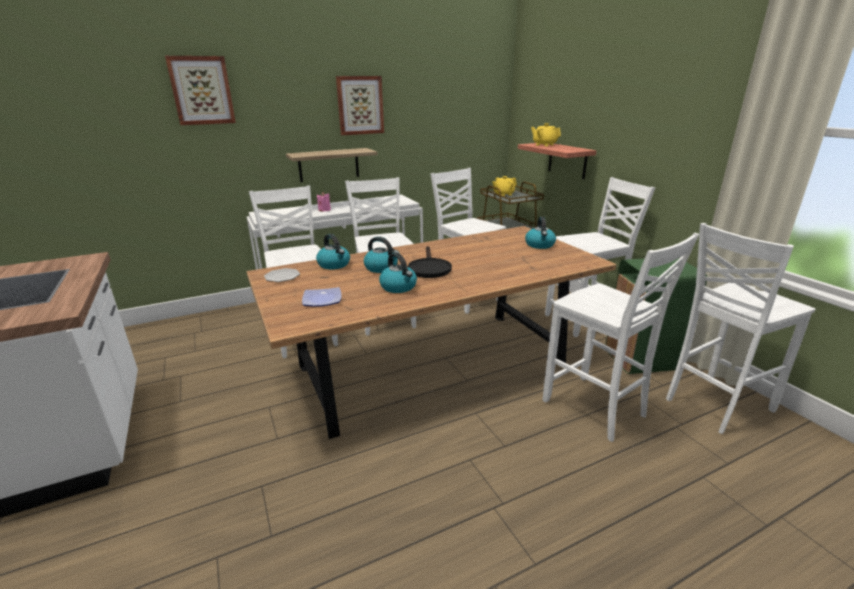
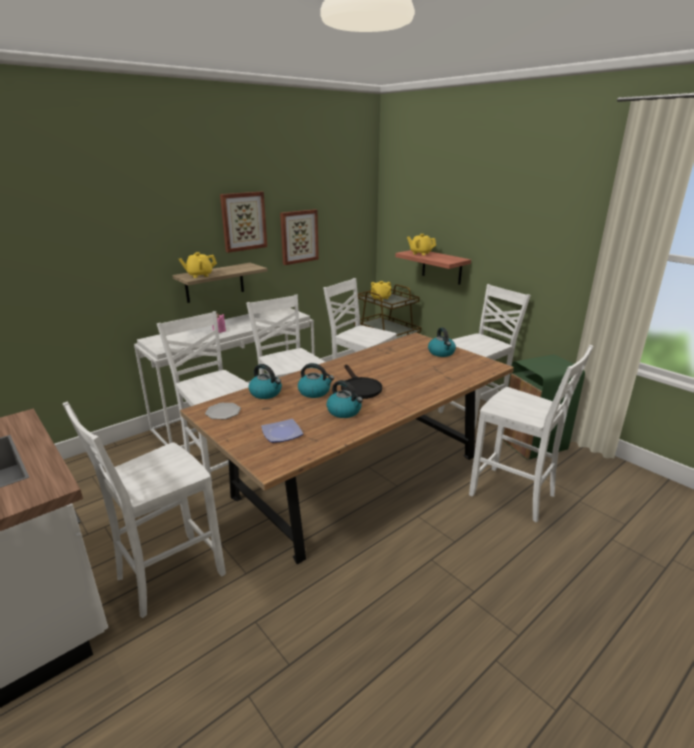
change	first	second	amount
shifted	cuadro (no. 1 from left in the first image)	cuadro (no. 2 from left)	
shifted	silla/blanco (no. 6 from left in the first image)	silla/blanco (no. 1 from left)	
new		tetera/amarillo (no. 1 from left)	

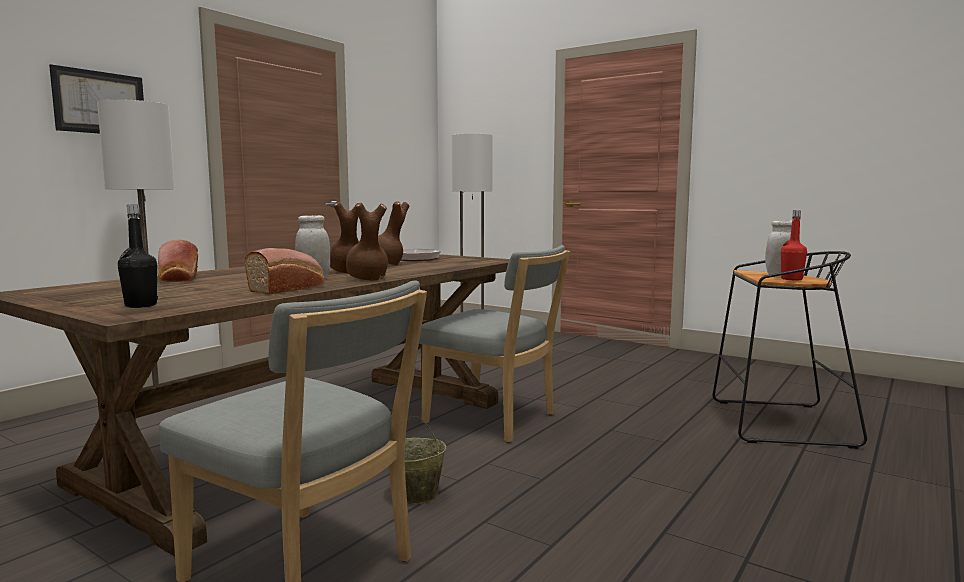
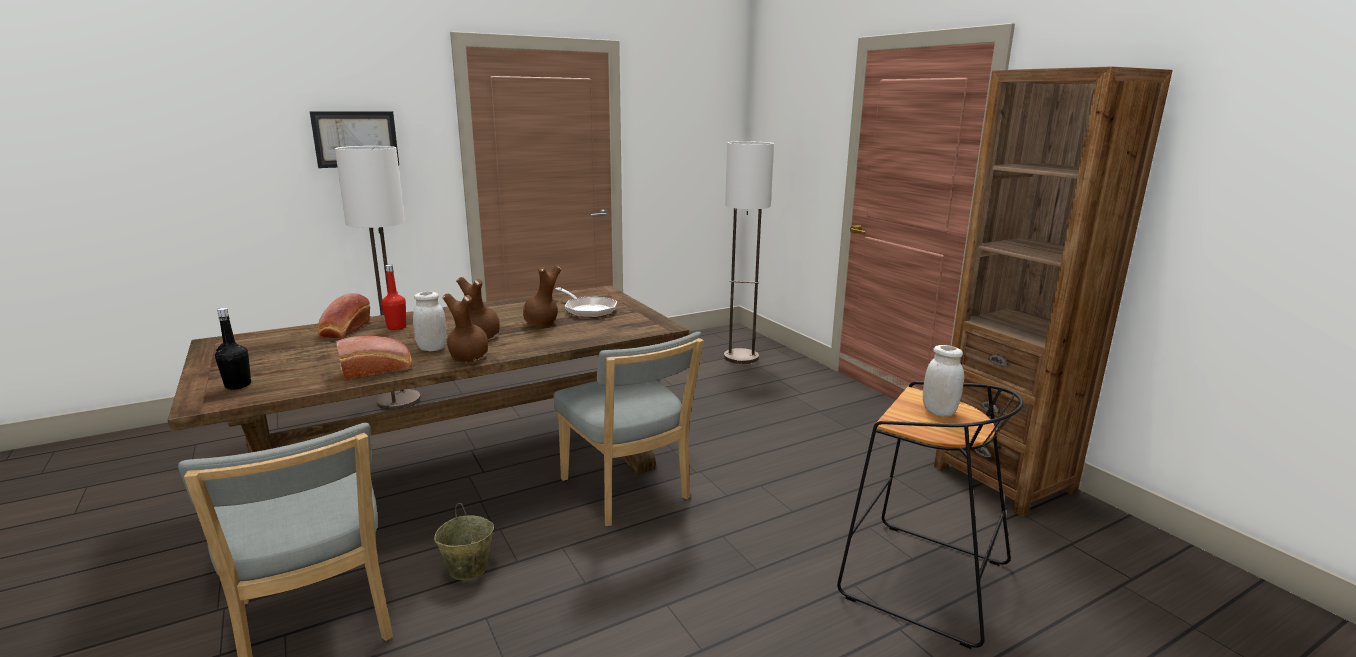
change	first	second	amount
shifted	botella/rojo		
new		estantería/marrón	

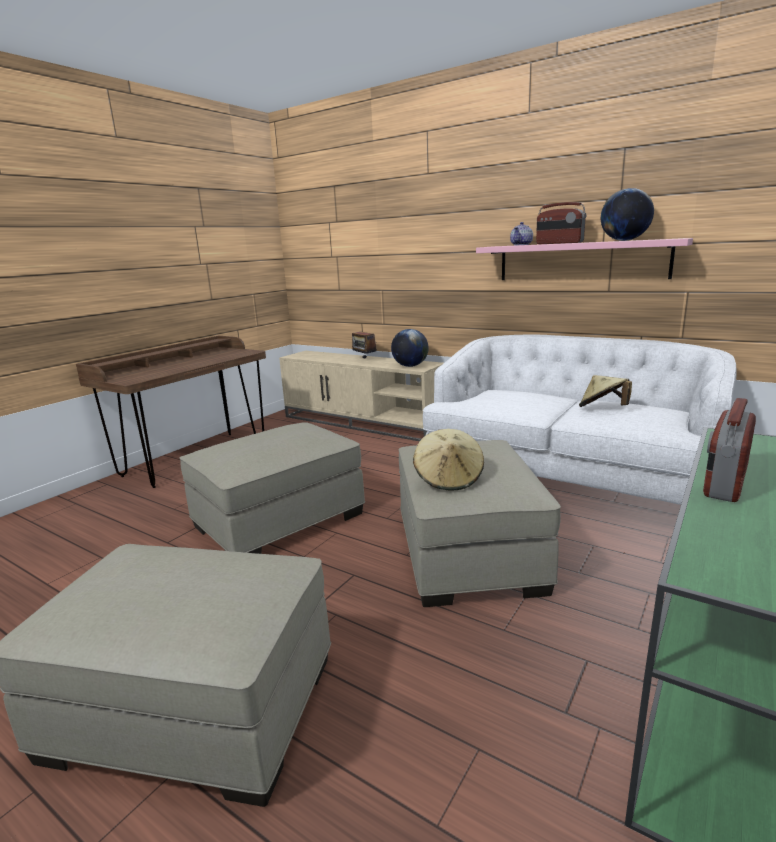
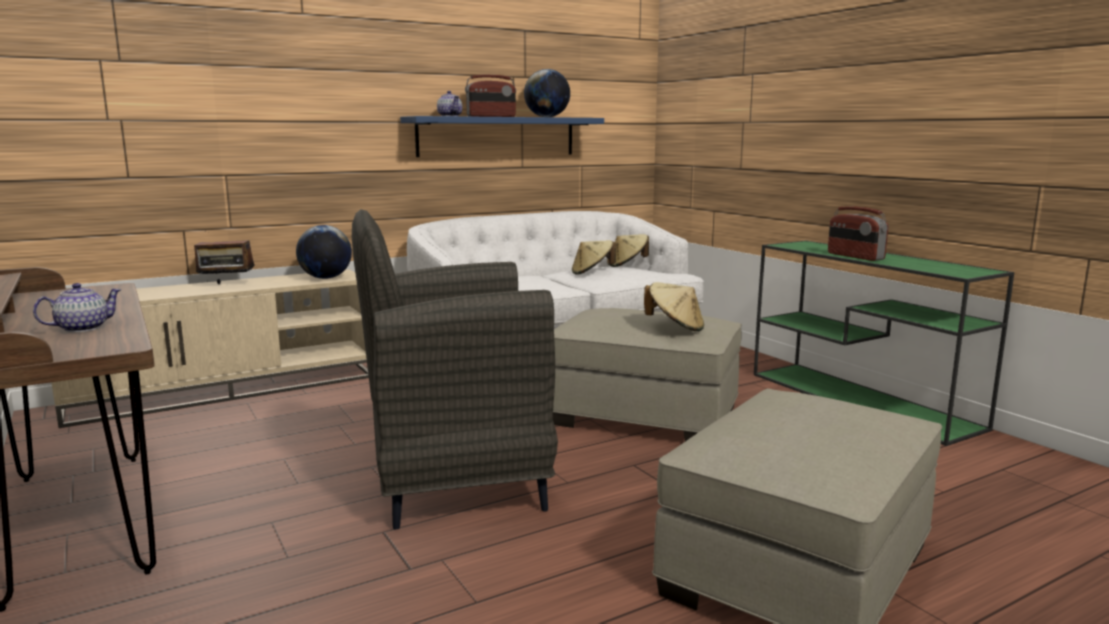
change	first	second	amount
repainted	estante/rosa	estante/azul	
swapped	puf/beis (no. 2 from left)	sillón/gris	
new		sombrero/beis (no. 2 from left)	
new		tetera (no. 1 from left)	

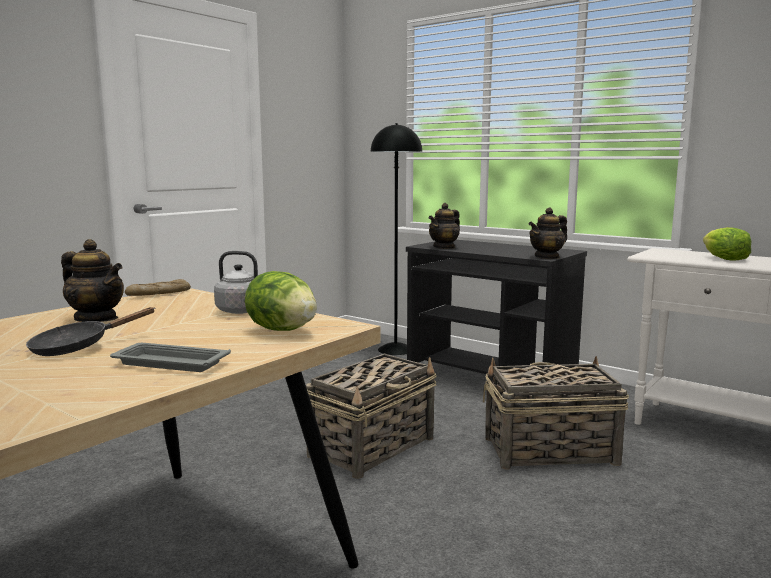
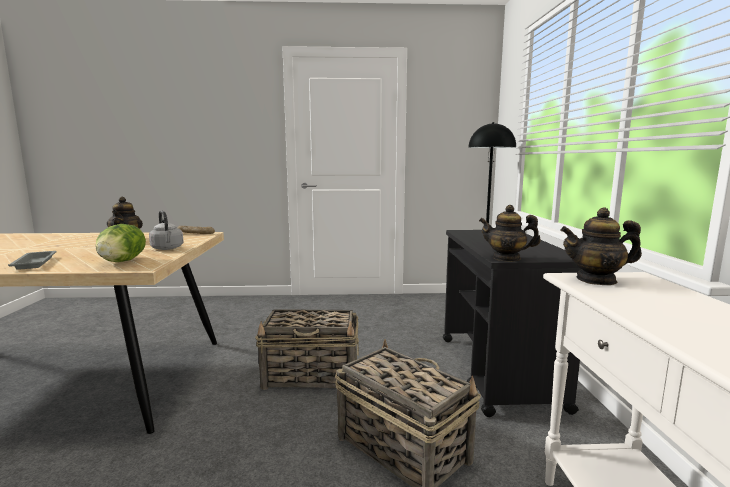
change	first	second	amount
shifted	tetera (no. 2 from left in the first image)	tetera (no. 3 from left)	
gone	lechuga (no. 2 from left)		
gone	sartén/negro		

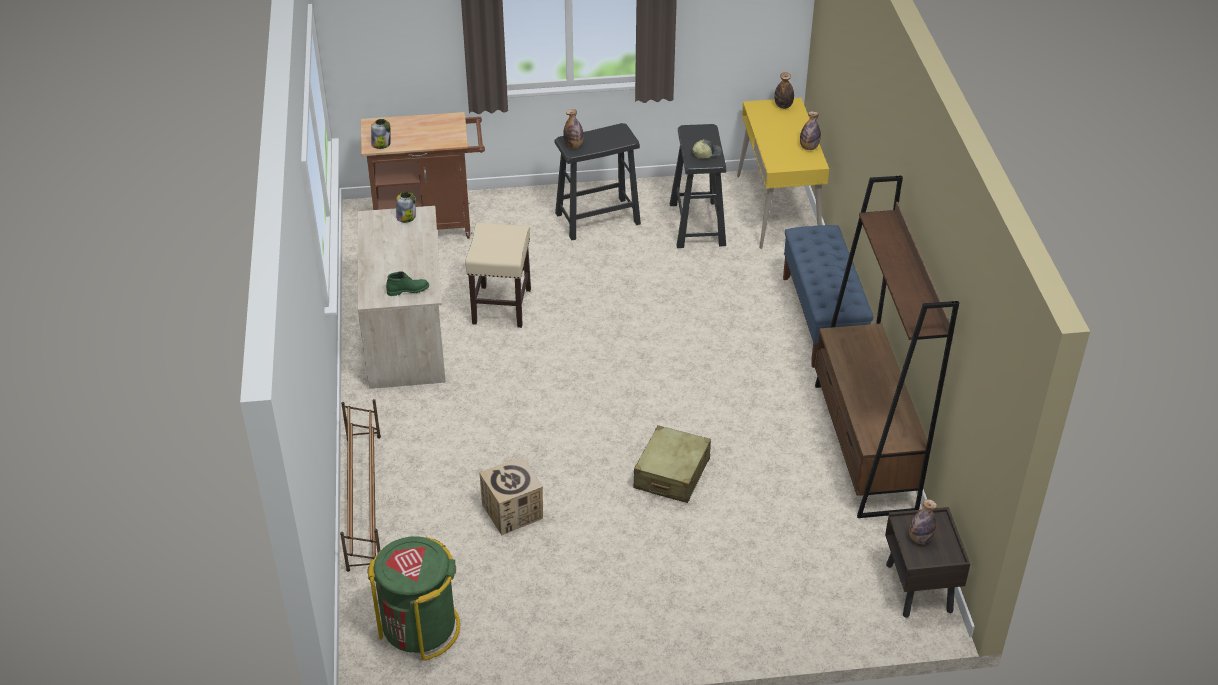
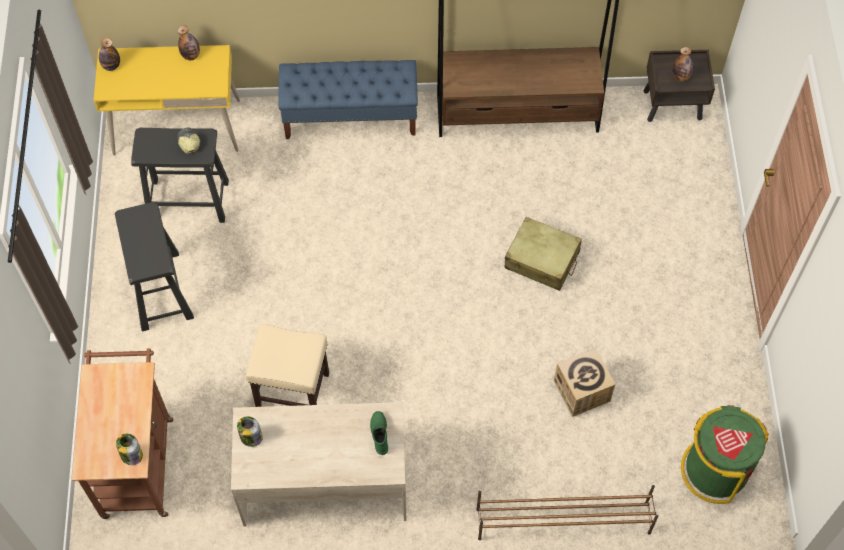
change	first	second	amount
gone	botella (no. 1 from left)		

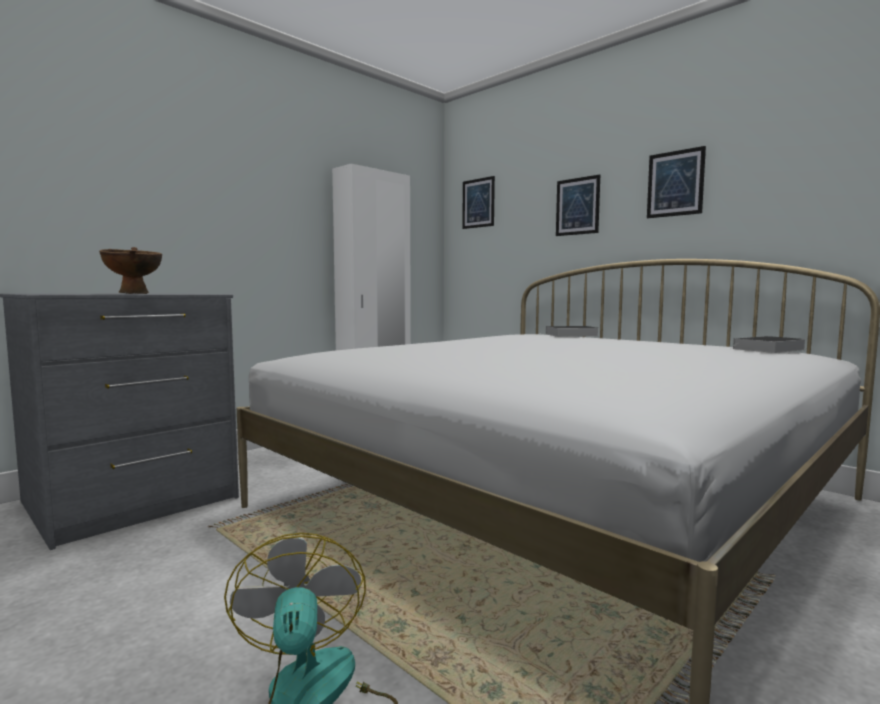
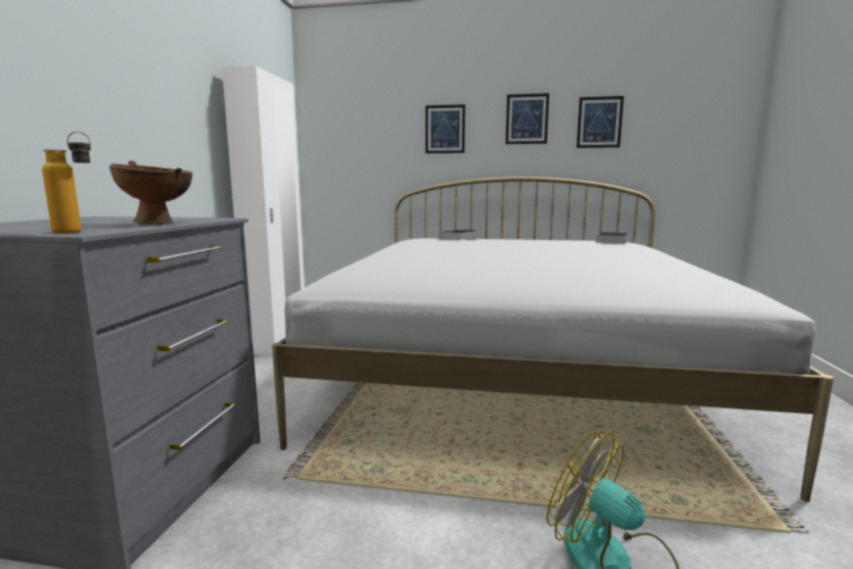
change	first	second	amount
shifted	cuadro (no. 1 from left in the first image)	cuadro (no. 3 from left)	
new		botella	

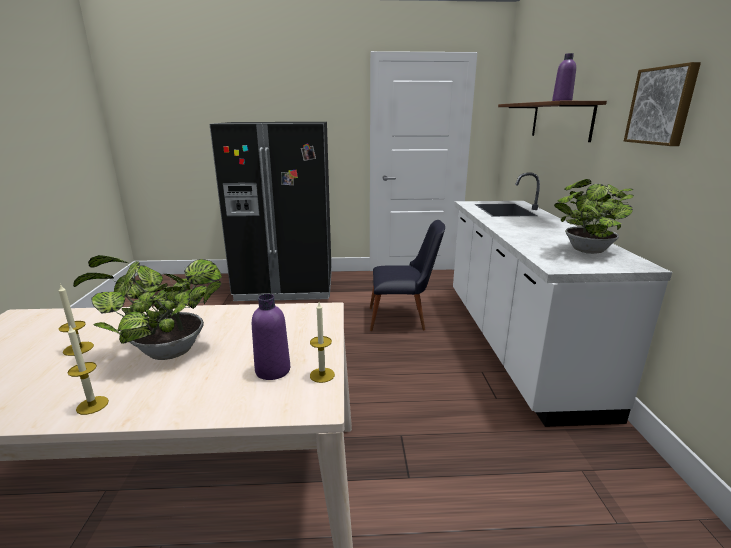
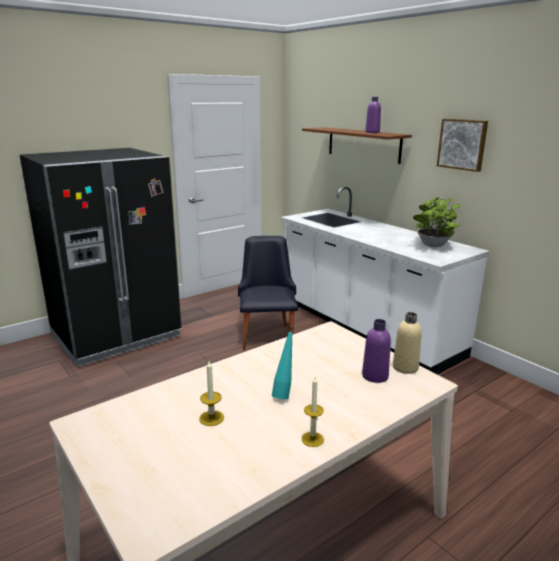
change	first	second	amount
rotated	silla/negro		60 degrees counterclockwise
swapped	planta en maceta (no. 1 from left)	botella/turquesa	
swapped	vela (no. 3 from left)	botella/beis	

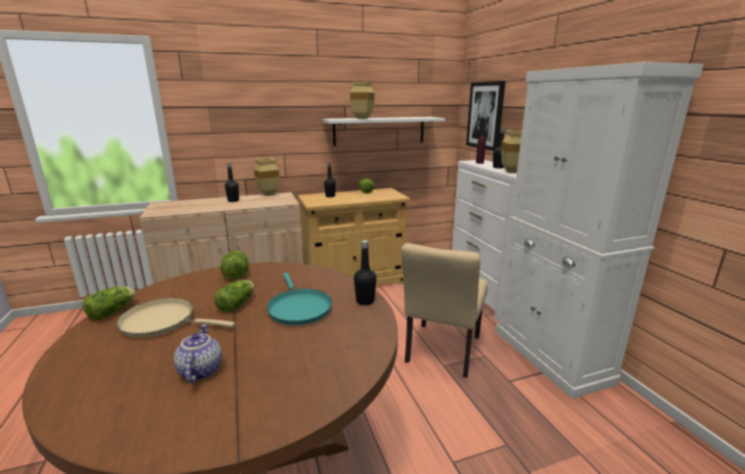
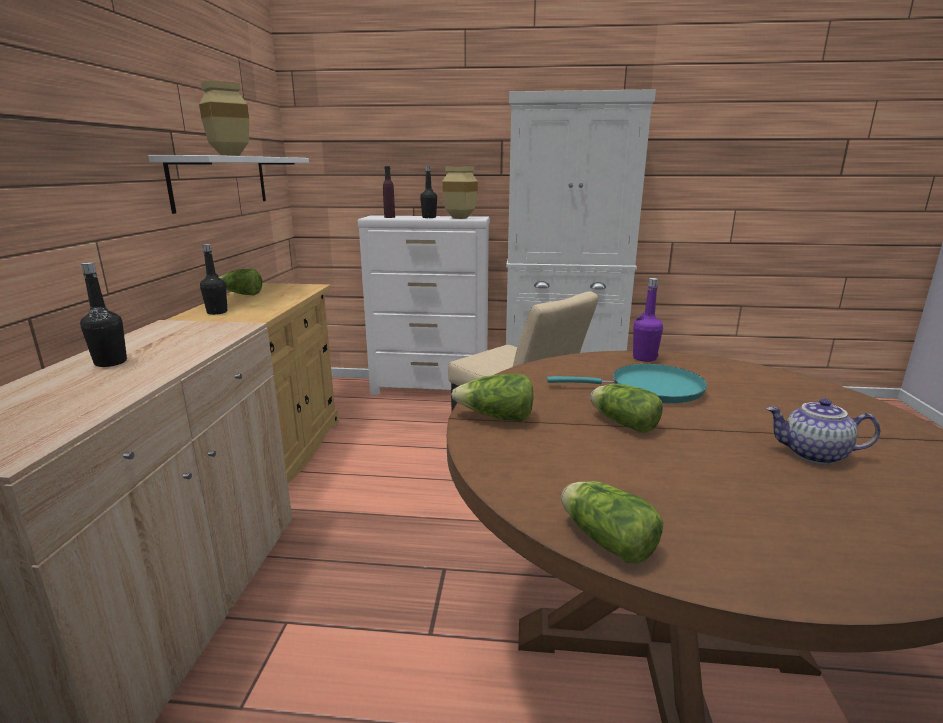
change	first	second	amount
gone	cuadro		
gone	florero/beis (no. 1 from left)		
repainted	botella/negro (no. 3 from left)	botella/morado (no. 2 from left)	
gone	sartén/beis		

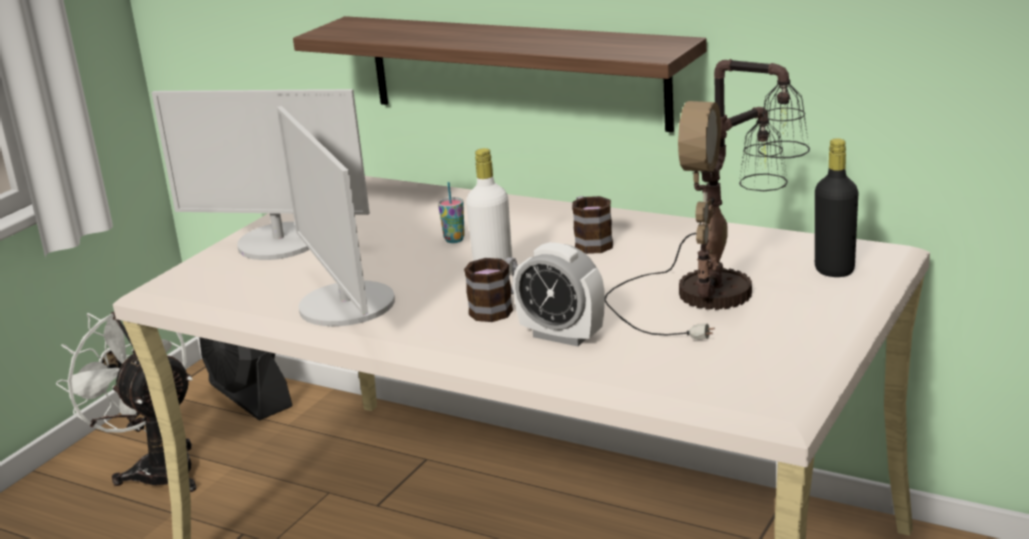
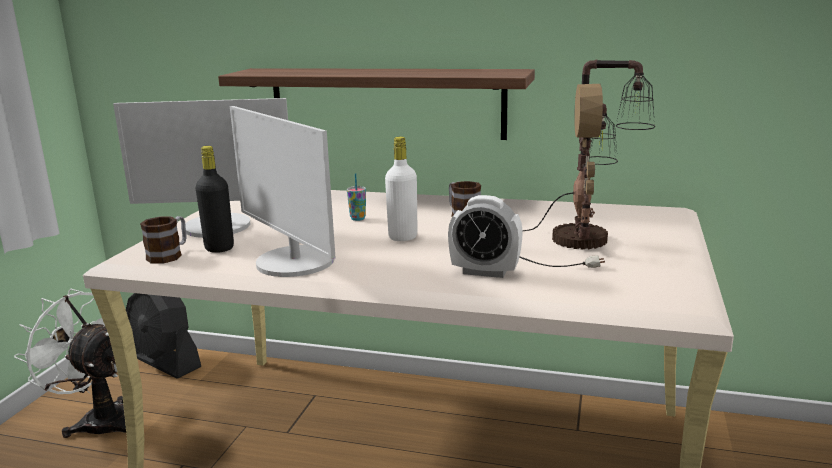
change	first	second	amount
shifted	botella/negro		
shifted	taza grande (no. 1 from left)		

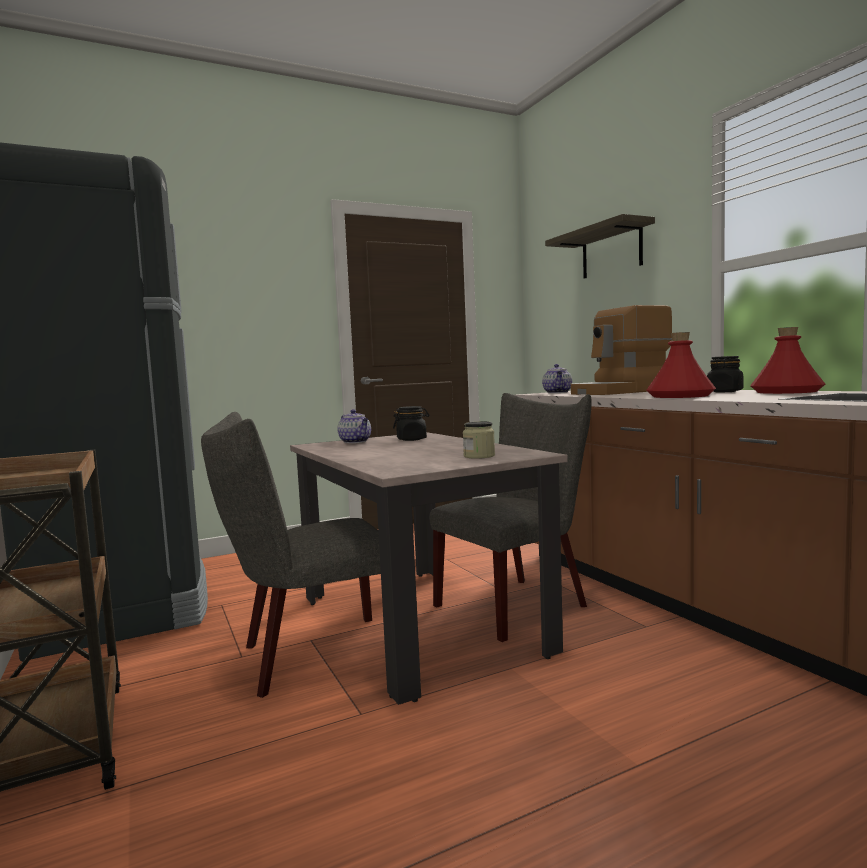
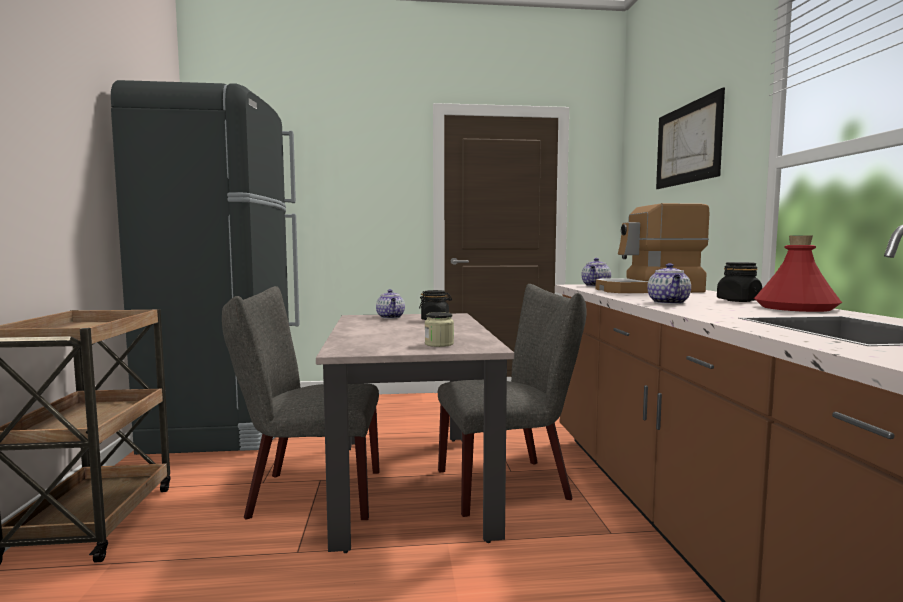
change	first	second	amount
swapped	estante	cuadro	
swapped	botella/rojo (no. 1 from left)	tetera (no. 3 from left)	

